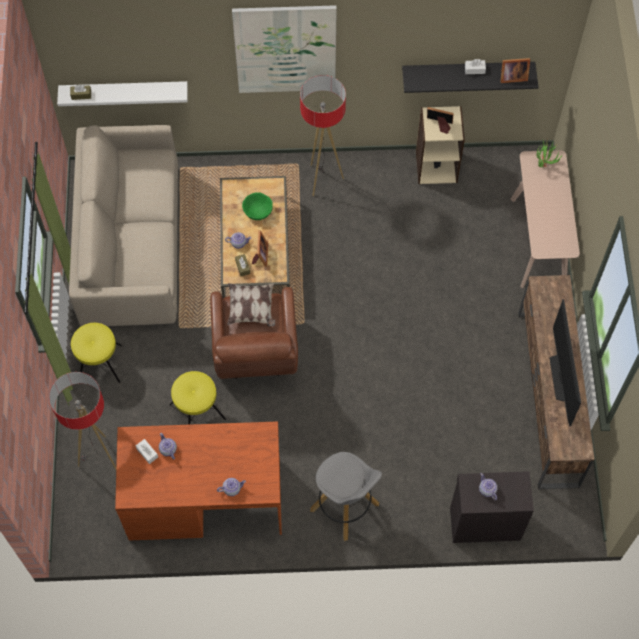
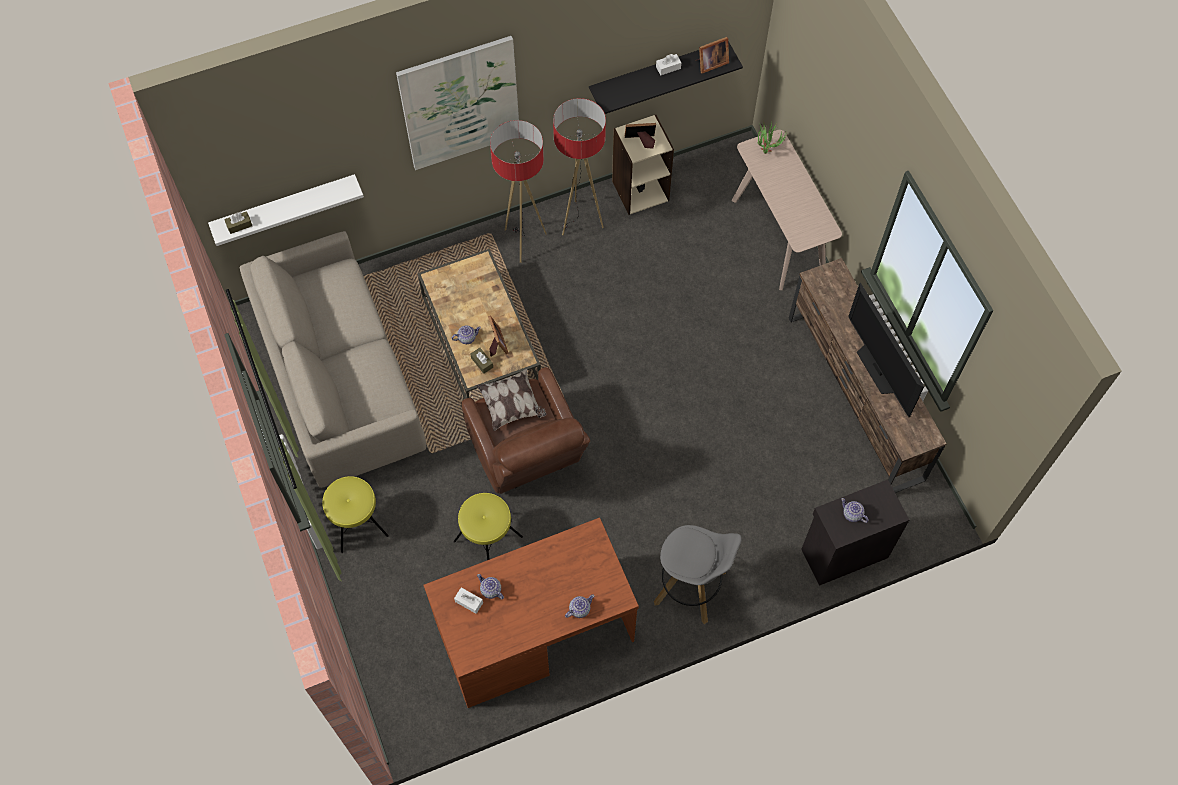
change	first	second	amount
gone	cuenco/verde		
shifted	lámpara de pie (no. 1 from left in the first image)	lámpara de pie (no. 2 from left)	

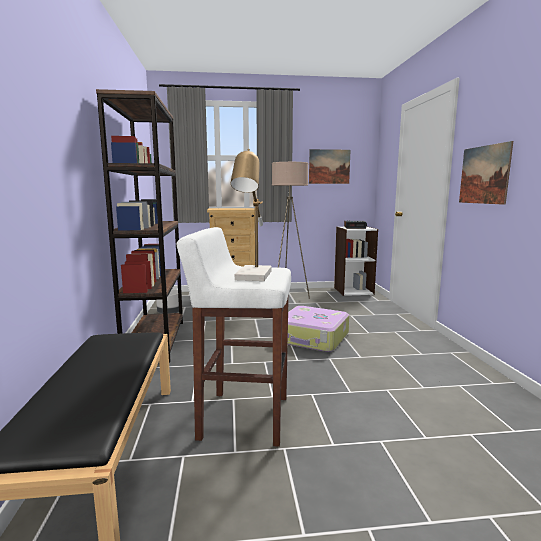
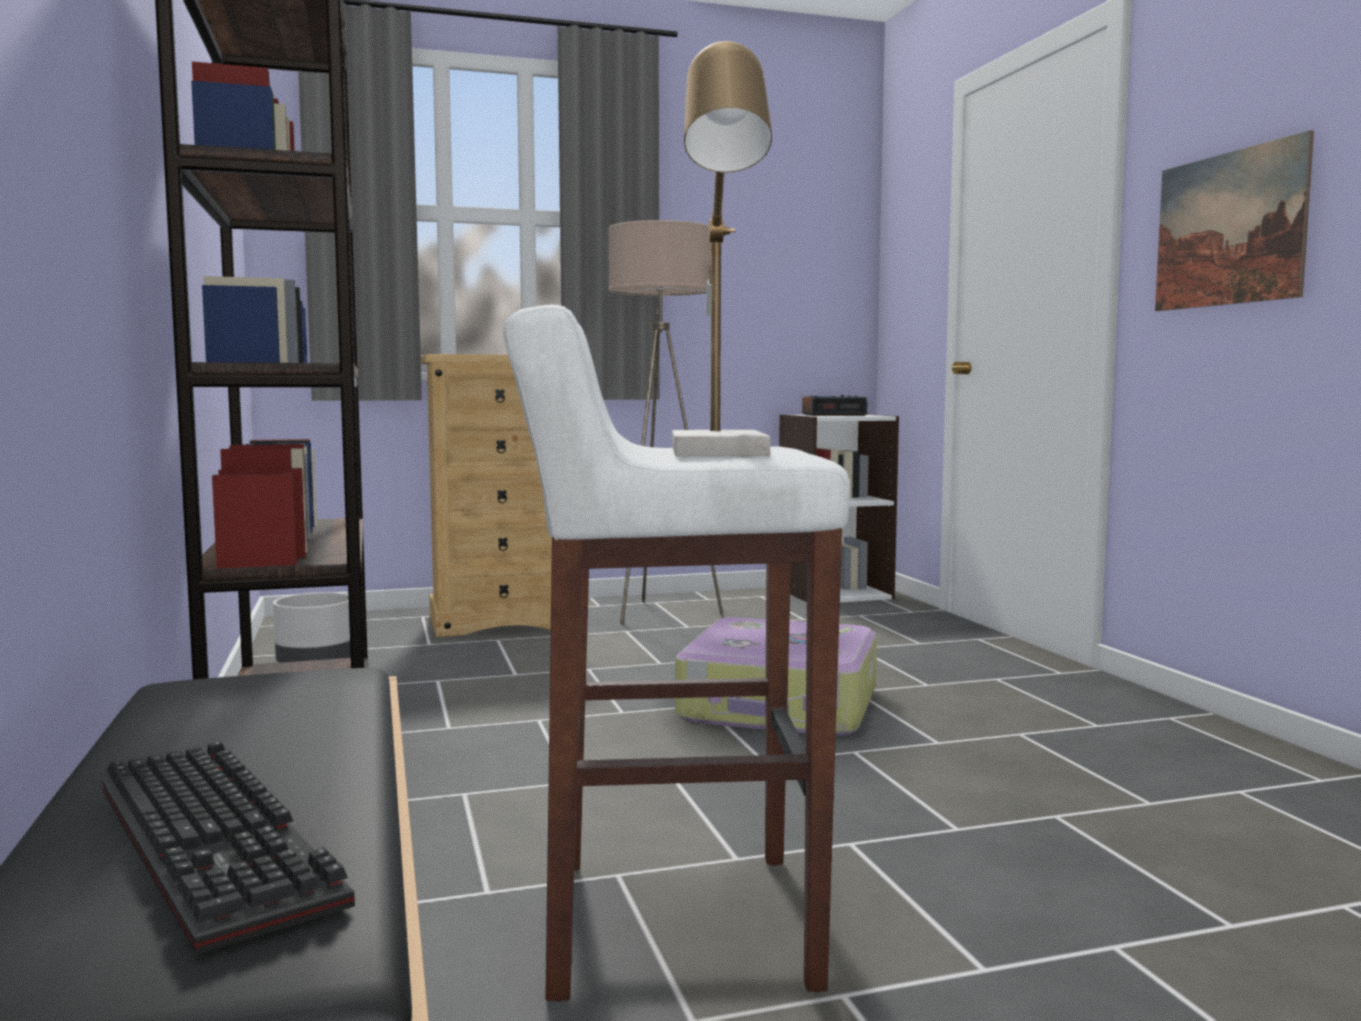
change	first	second	amount
gone	cuadro (no. 1 from left)		
new		teclado	

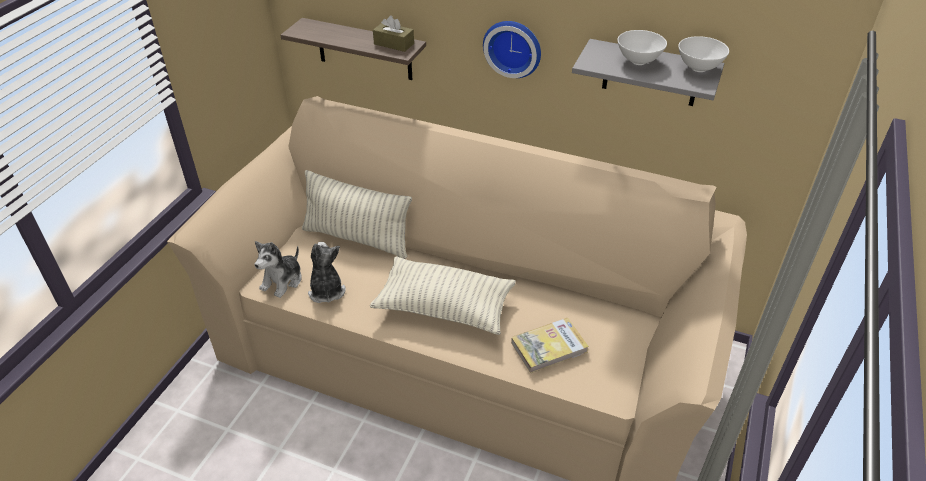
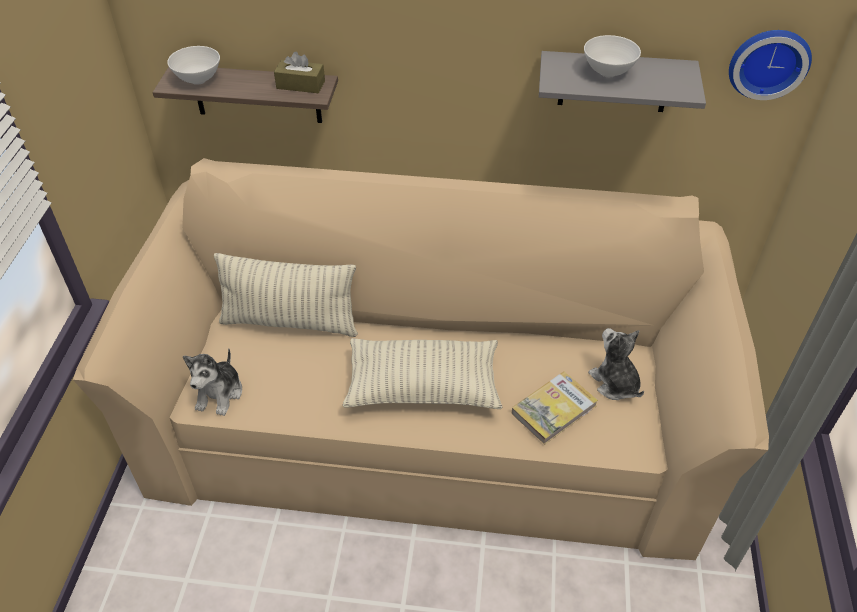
change	first	second	amount
shifted	reloj de pared		
shifted	cuenco/blanco (no. 2 from left in the first image)	cuenco/blanco (no. 1 from left)	
shifted	peluche (no. 2 from left)		

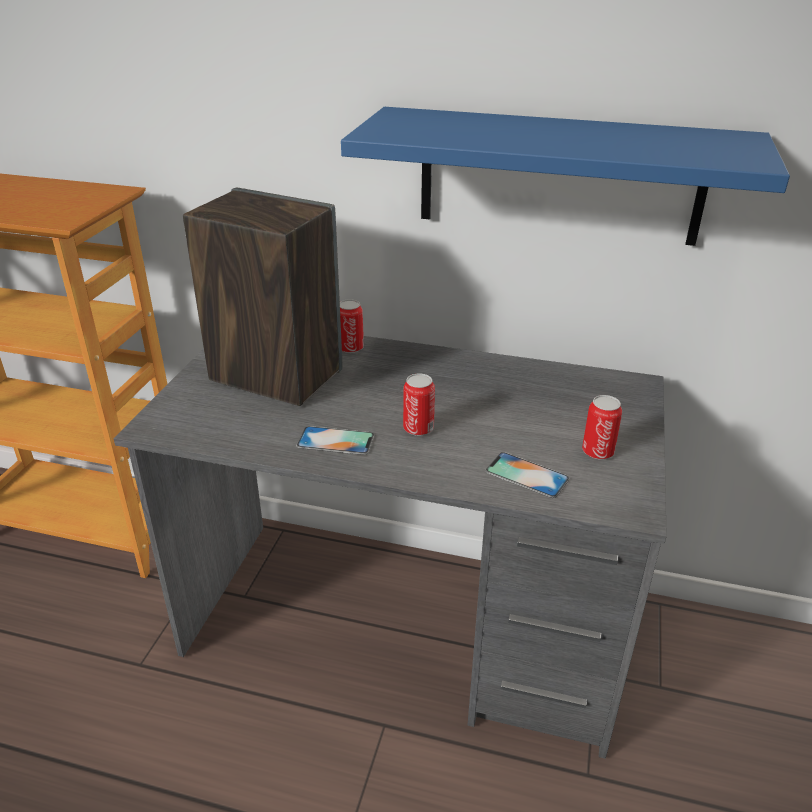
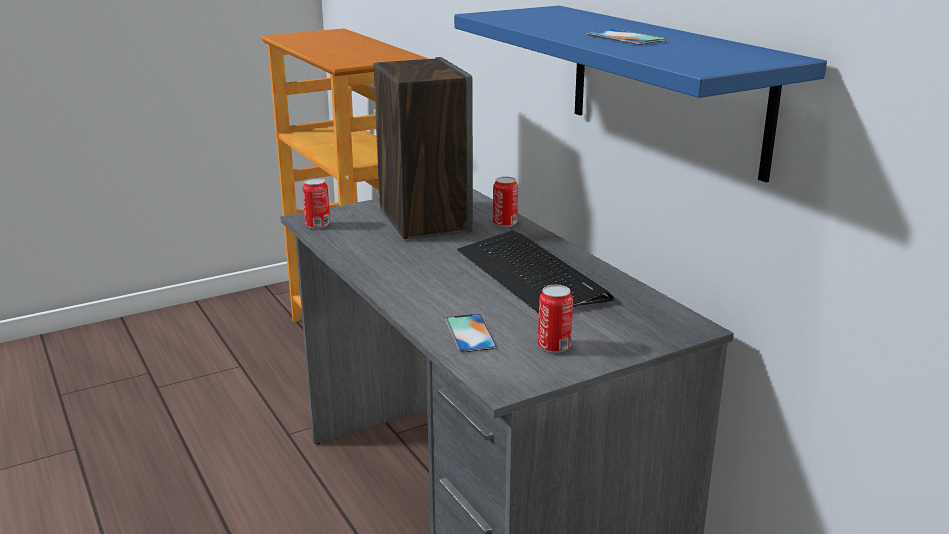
change	first	second	amount
shifted	lata (no. 2 from left in the first image)	lata (no. 1 from left)	
shifted	móvil (no. 1 from left in the first image)	móvil (no. 2 from left)	
new		teclado	

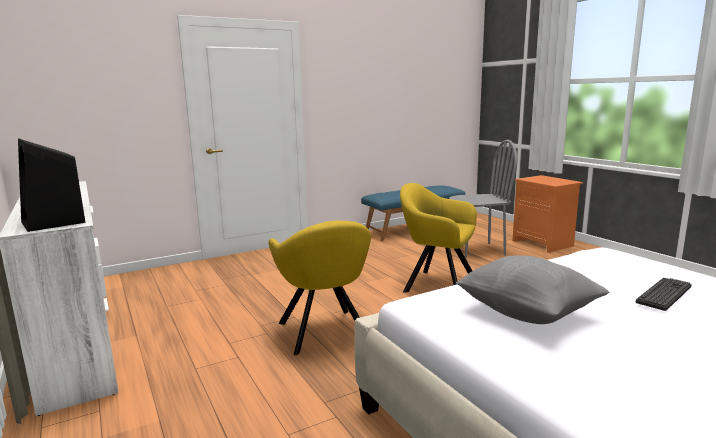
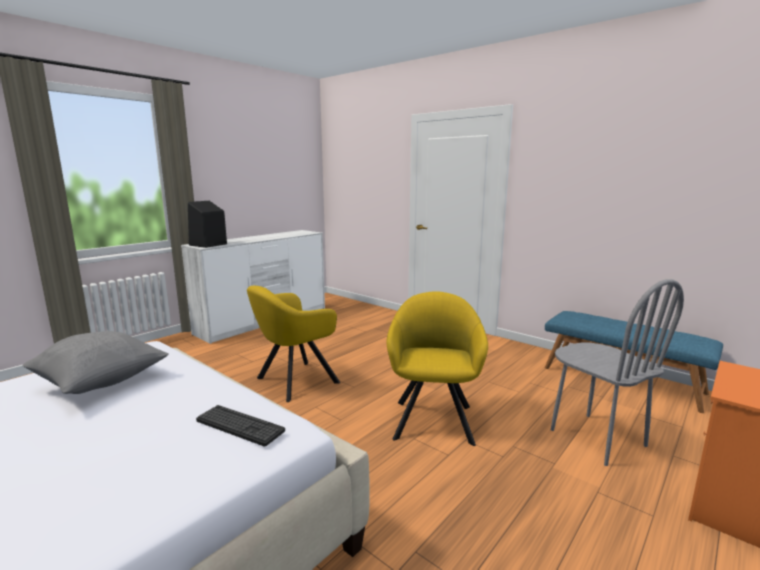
change	first	second	amount
shifted	teclado		

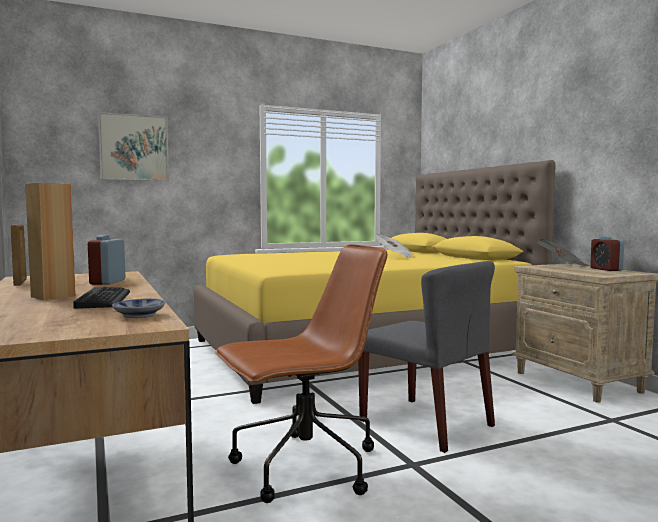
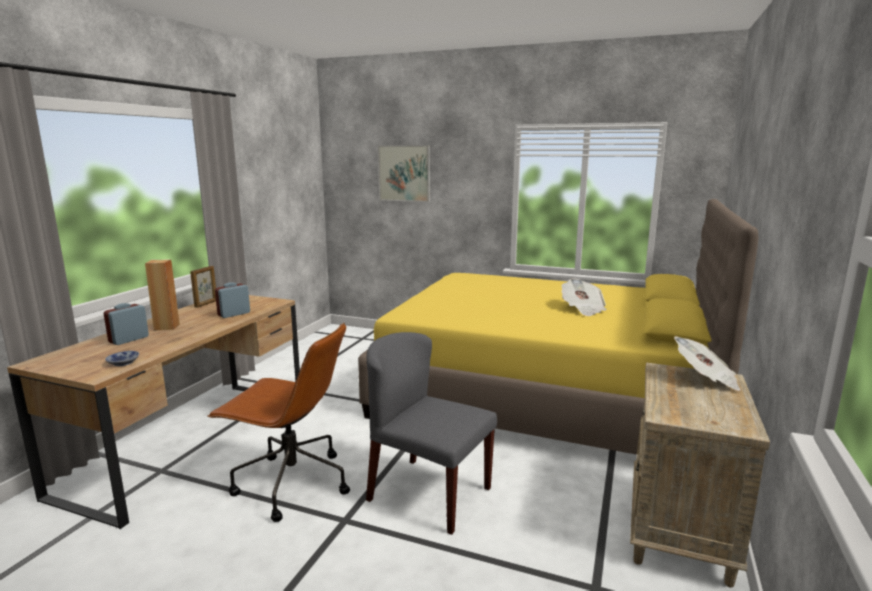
change	first	second	amount
shifted	despertador (no. 2 from left in the first image)	despertador (no. 1 from left)	
rotated	silla/gris		120 degrees clockwise
gone	teclado		

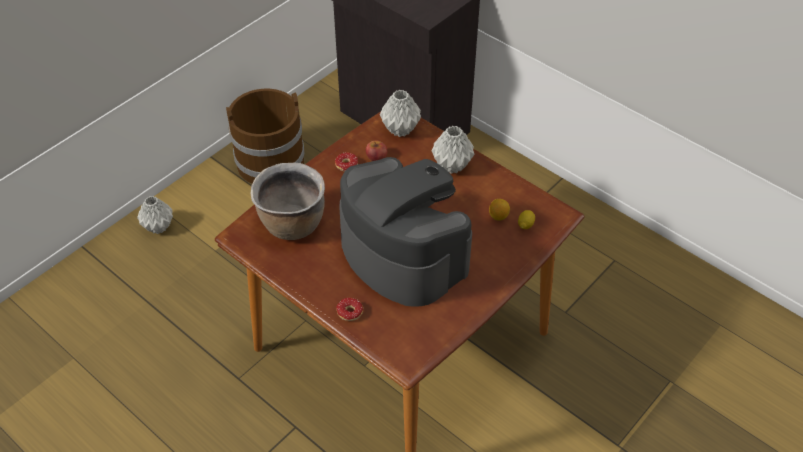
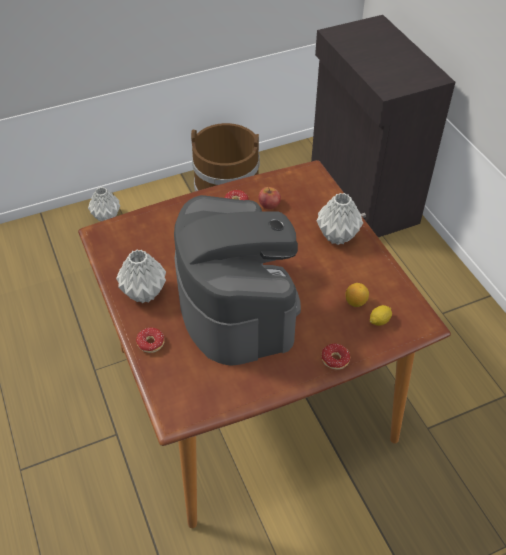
change	first	second	amount
shifted	florero/gris (no. 2 from left)		
gone	olla/marrón		
new		rosquilla (no. 3 from left)	

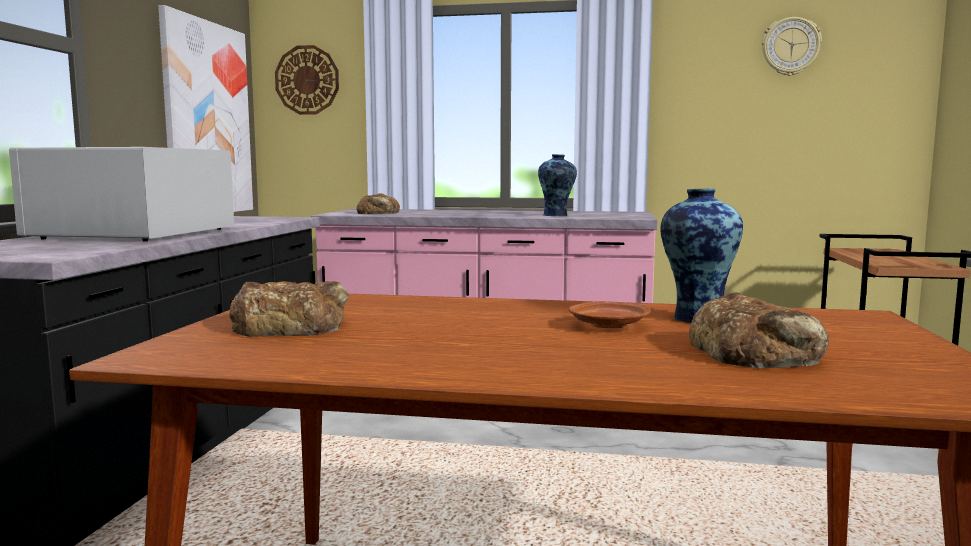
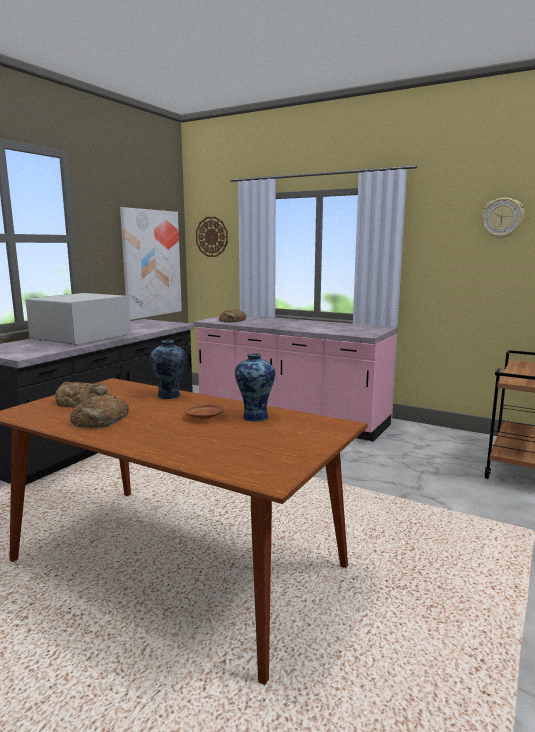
change	first	second	amount
shifted	florero (no. 1 from left)		
shifted	pan (no. 3 from left in the first image)	pan (no. 2 from left)	

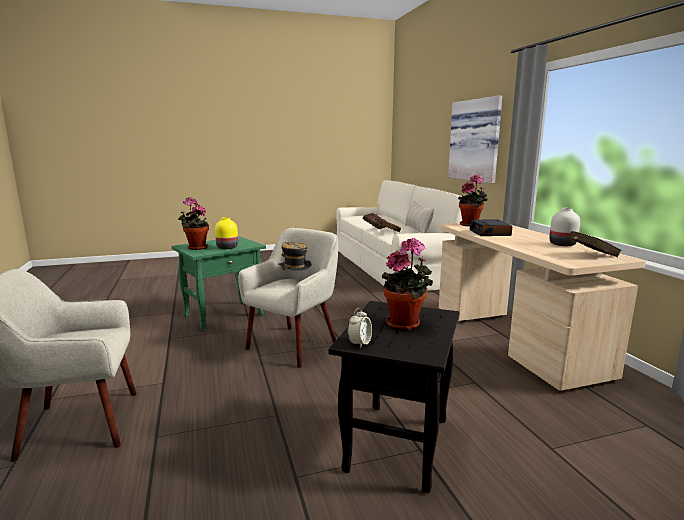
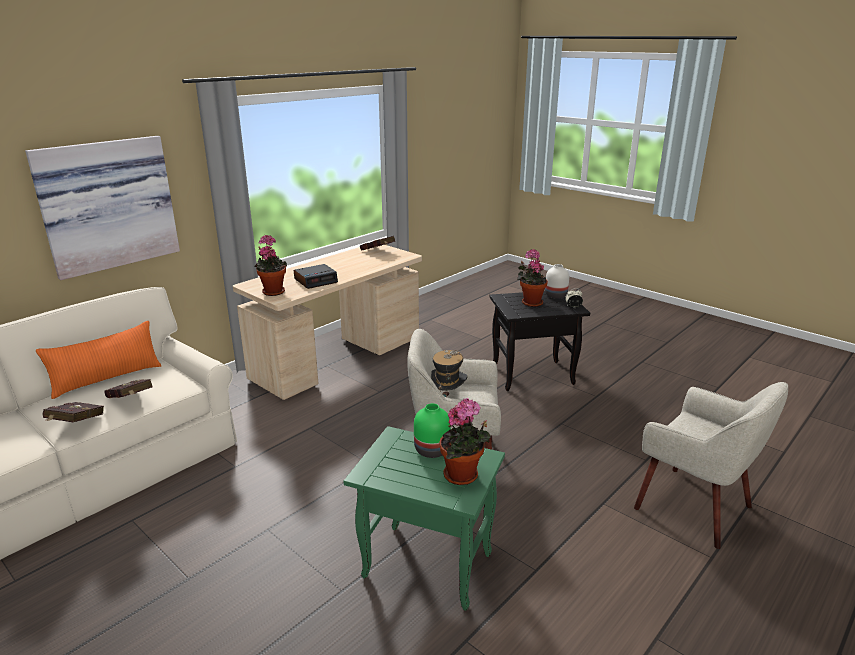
change	first	second	amount
repainted	cojín/beis	cojín/naranja	
shifted	florero/blanco		
repainted	florero/amarillo	florero/verde	

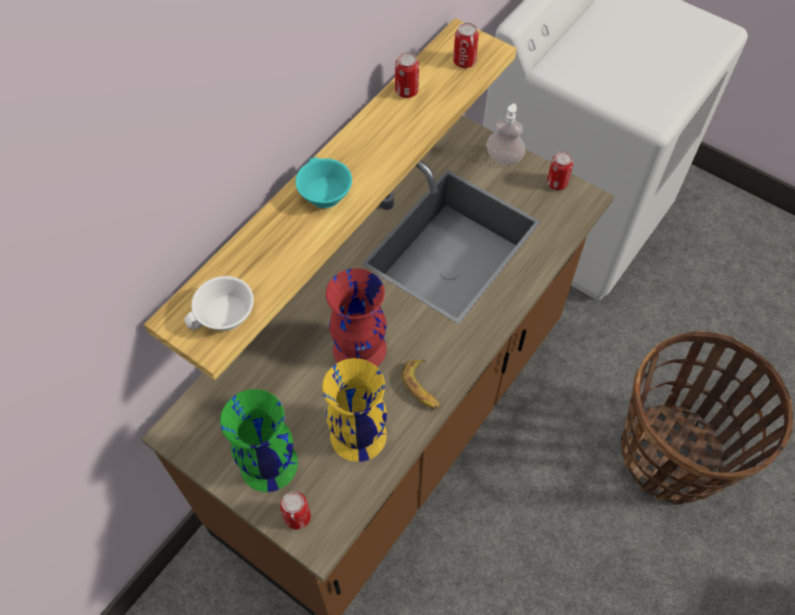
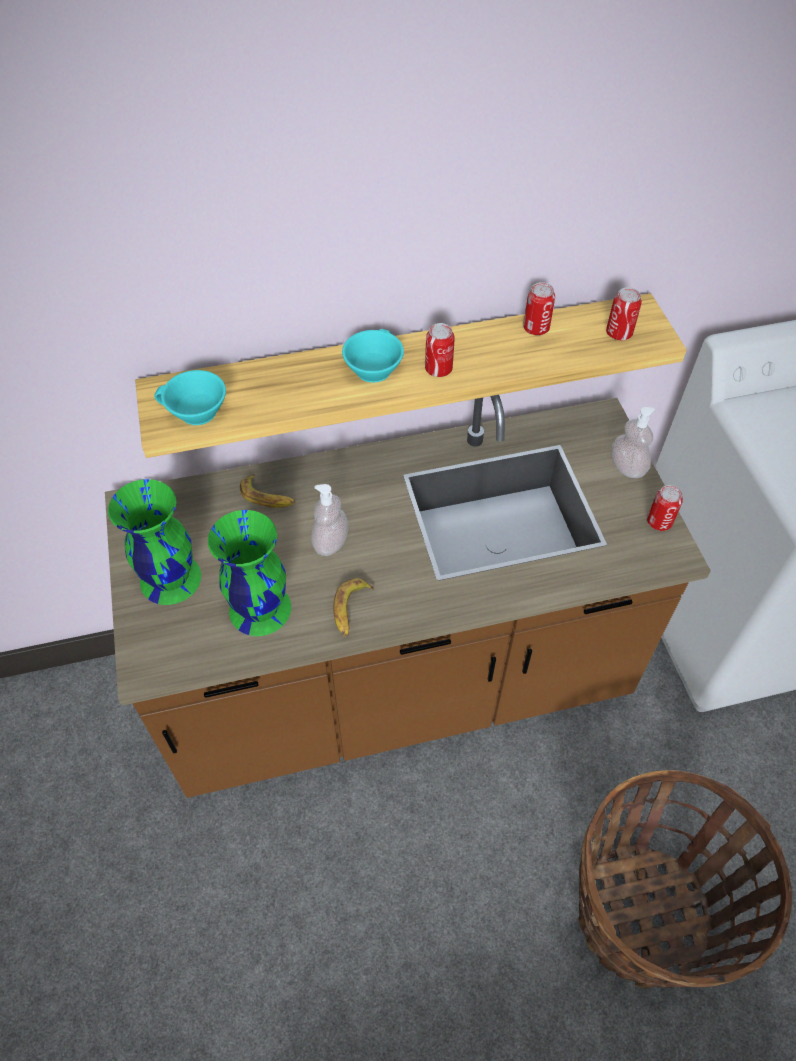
change	first	second	amount
swapped	florero/rojo	dispensador de jabón (no. 1 from left)	
repainted	taza/blanco	taza/turquesa (no. 1 from left)	
repainted	florero/amarillo	florero/verde (no. 2 from left)	
shifted	lata (no. 1 from left)		
new		plátano (no. 1 from left)	

